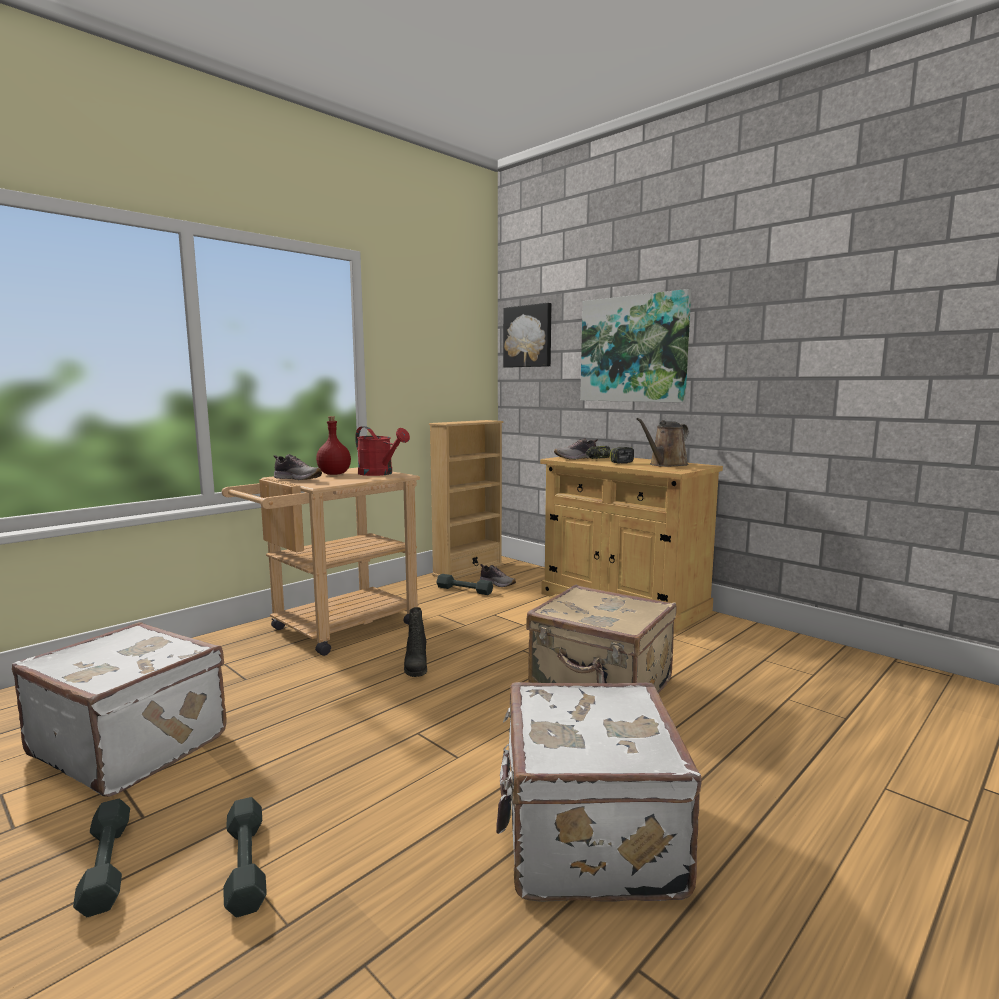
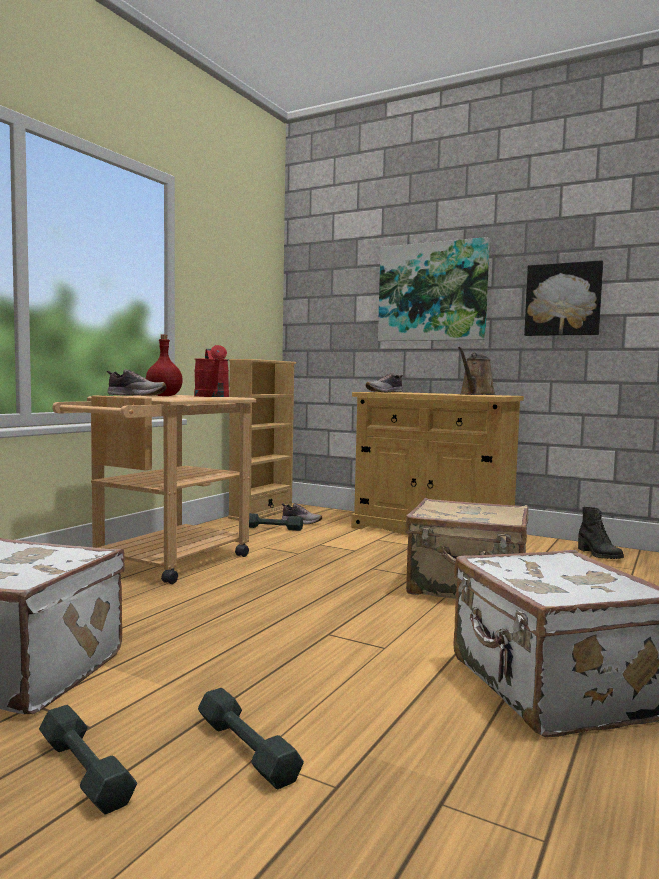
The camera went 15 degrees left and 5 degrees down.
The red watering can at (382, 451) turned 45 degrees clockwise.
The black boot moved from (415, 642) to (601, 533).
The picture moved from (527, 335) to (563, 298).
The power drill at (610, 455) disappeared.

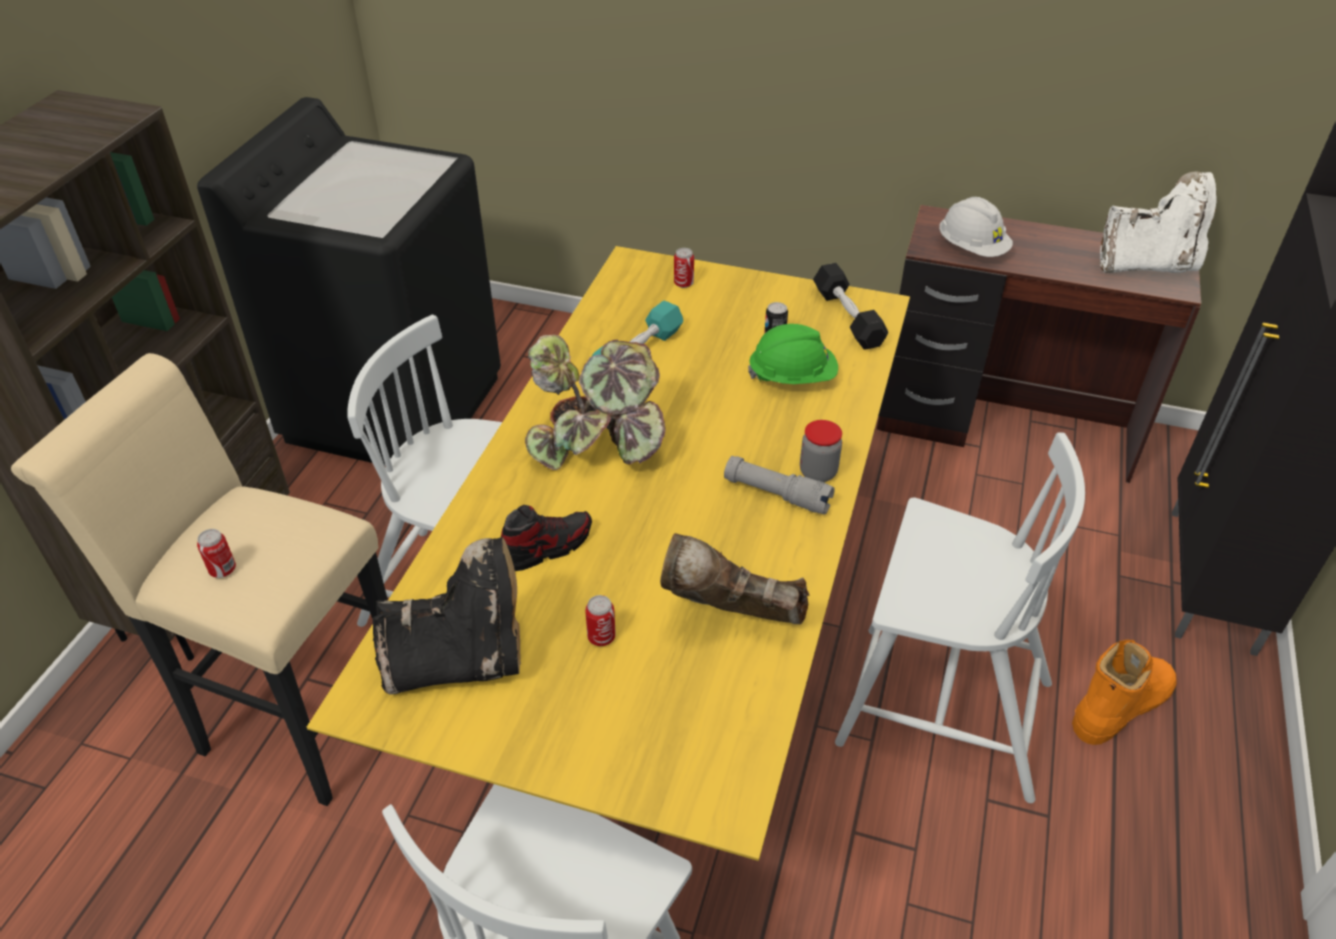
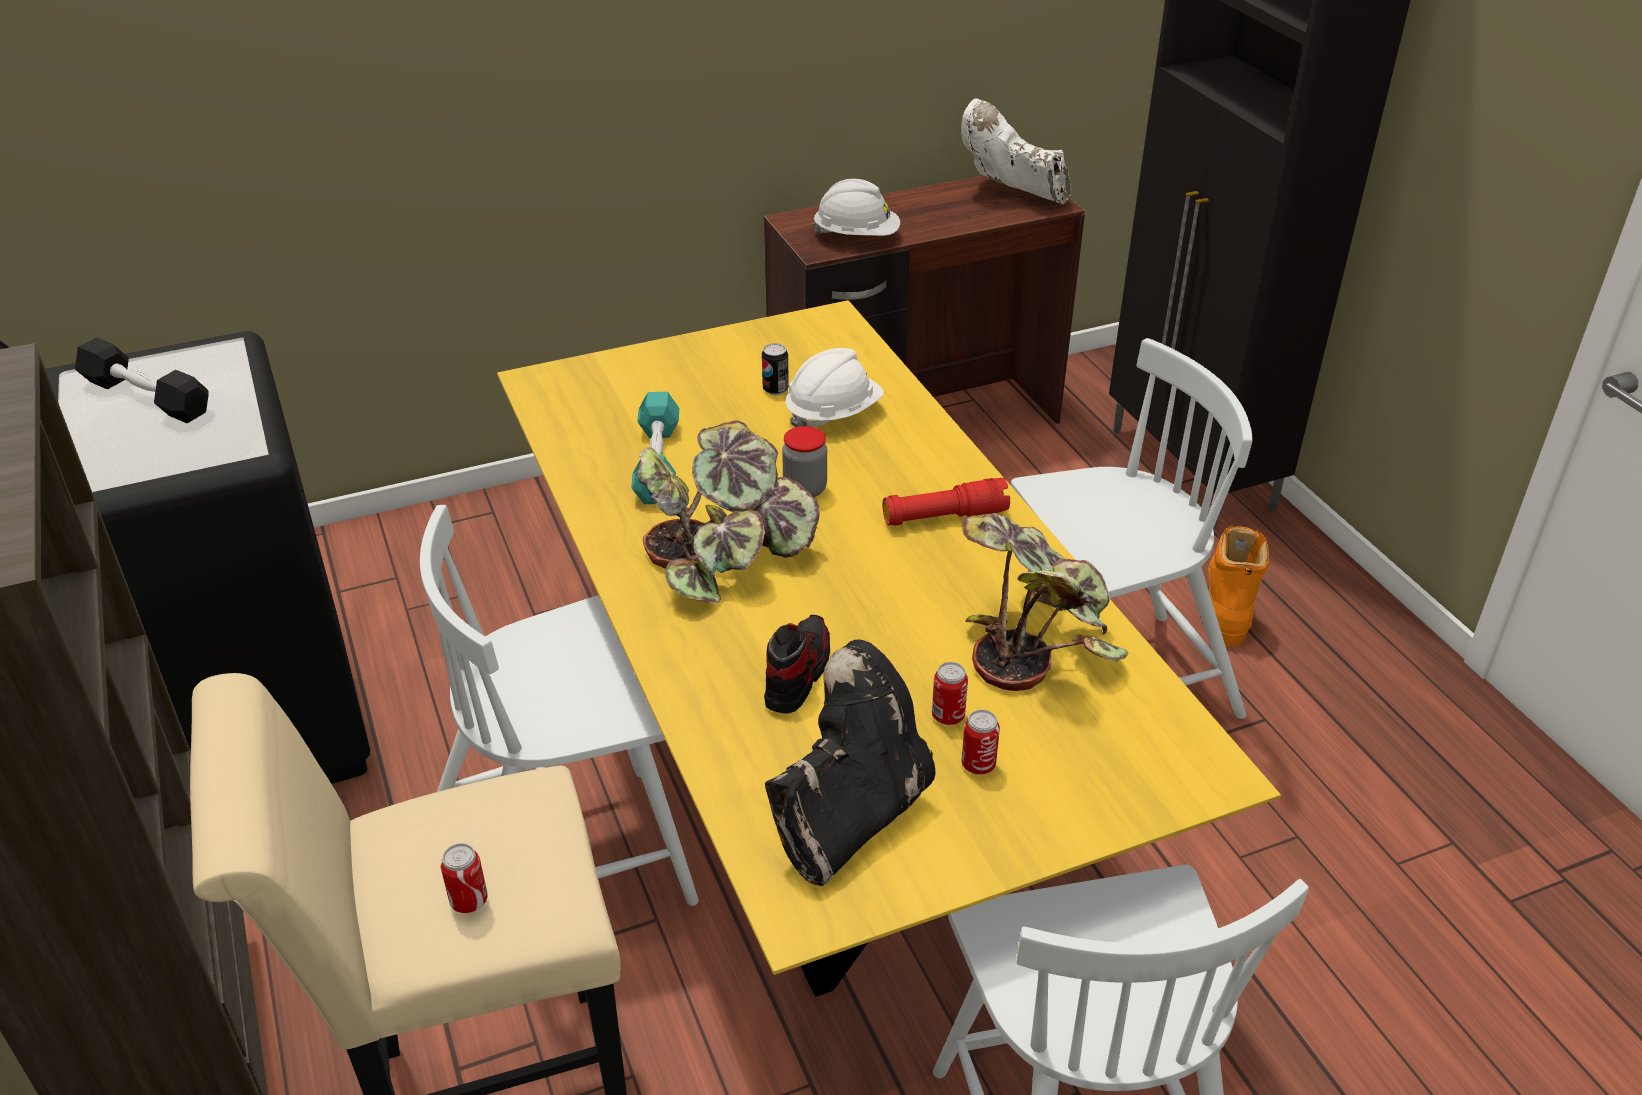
The camera went 40 degrees left and 5 degrees down.
The brown boot at (735, 579) was replaced by the potted plant at (1045, 602).
The can moved from (684, 268) to (981, 742).
The grey flashlight at (779, 485) became the red flashlight at (946, 502).
The green hard hat at (793, 354) became the white hard hat at (834, 387).
The jar moved from (821, 451) to (804, 461).
The black dumbbell moved from (850, 306) to (142, 380).
The white boot at (1158, 222) turned 105 degrees counterclockwise.

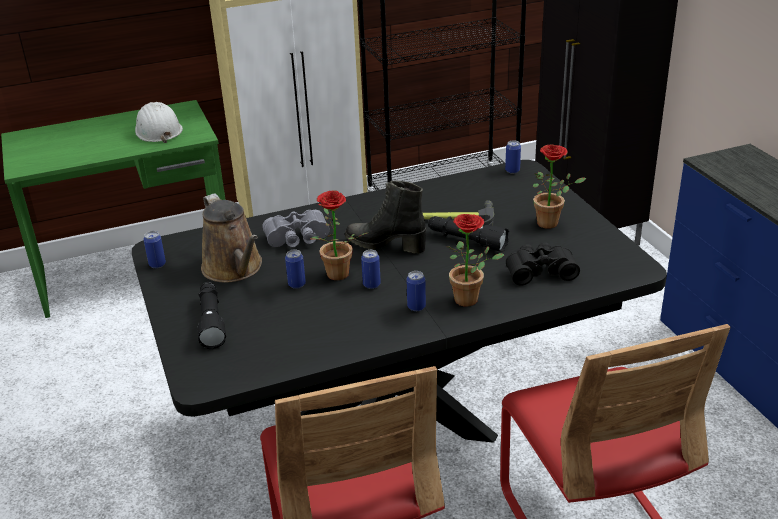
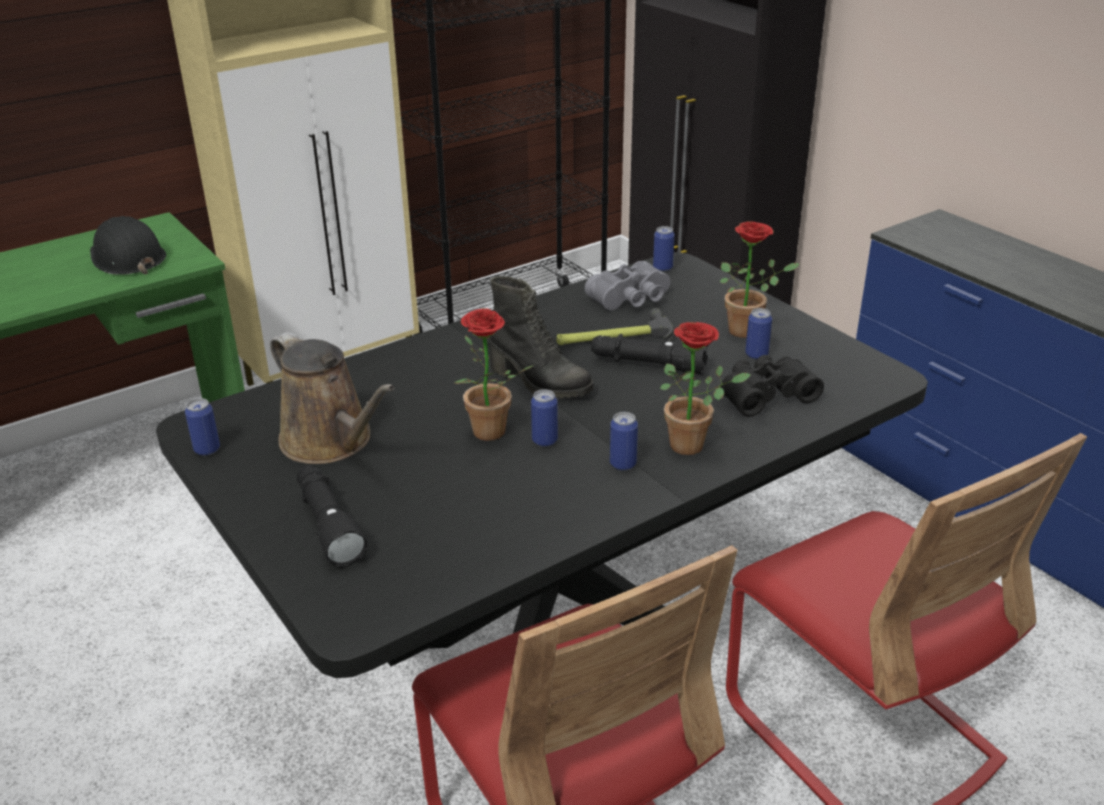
The camera went 15 degrees left and 0 degrees up.
The white hard hat at (159, 122) became the black hard hat at (128, 245).
The grey binoculars moved from (296, 228) to (627, 285).
The can moved from (295, 269) to (758, 333).
The black boot at (385, 217) turned 150 degrees counterclockwise.

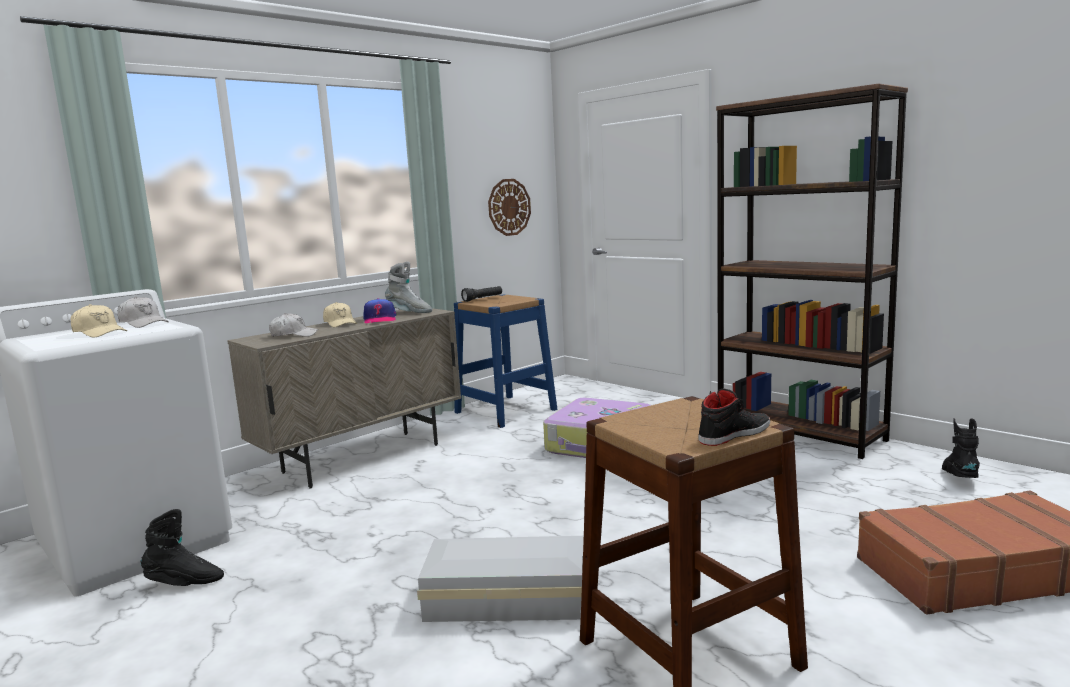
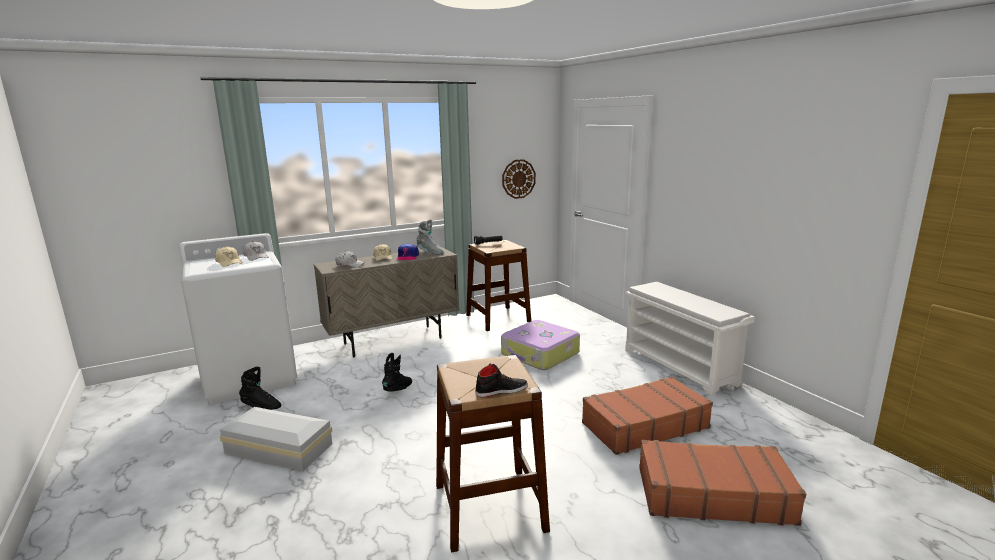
The camera went 15 degrees right and 5 degrees up.
The white storage box moved from (500, 579) to (276, 439).
The blue stool at (506, 361) became the brown stool at (498, 285).
The brown bookcase at (812, 271) was replaced by the white shoe rack at (690, 339).
The black boot moved from (961, 448) to (397, 372).
The brown suitcase at (647, 415) appeared.

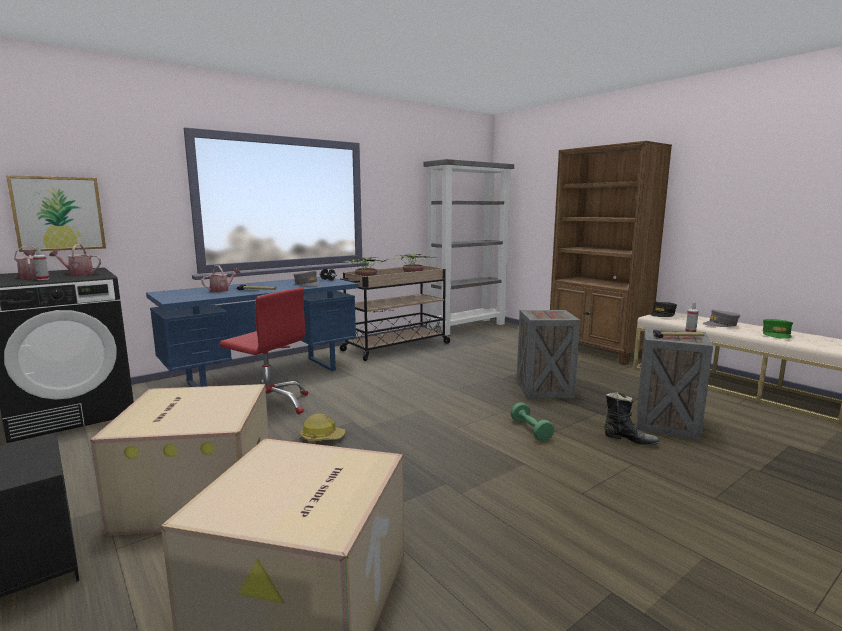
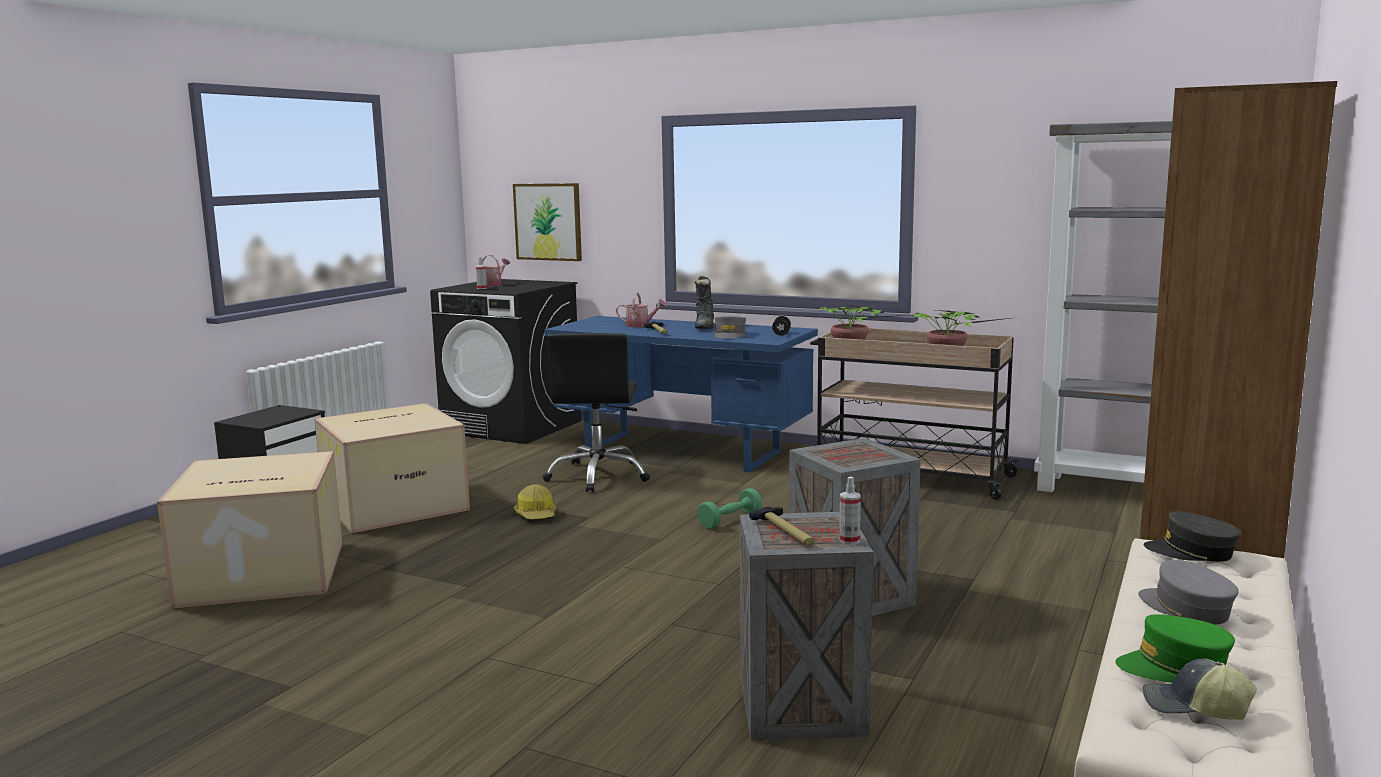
The camera went 65 degrees right and 0 degrees up.
The watering can at (75, 259) disappeared.
The red office chair at (263, 351) became the black office chair at (596, 412).
The green dumbbell moved from (532, 422) to (729, 508).
The black boot moved from (632, 418) to (704, 302).
The cap at (1199, 689) appeared.

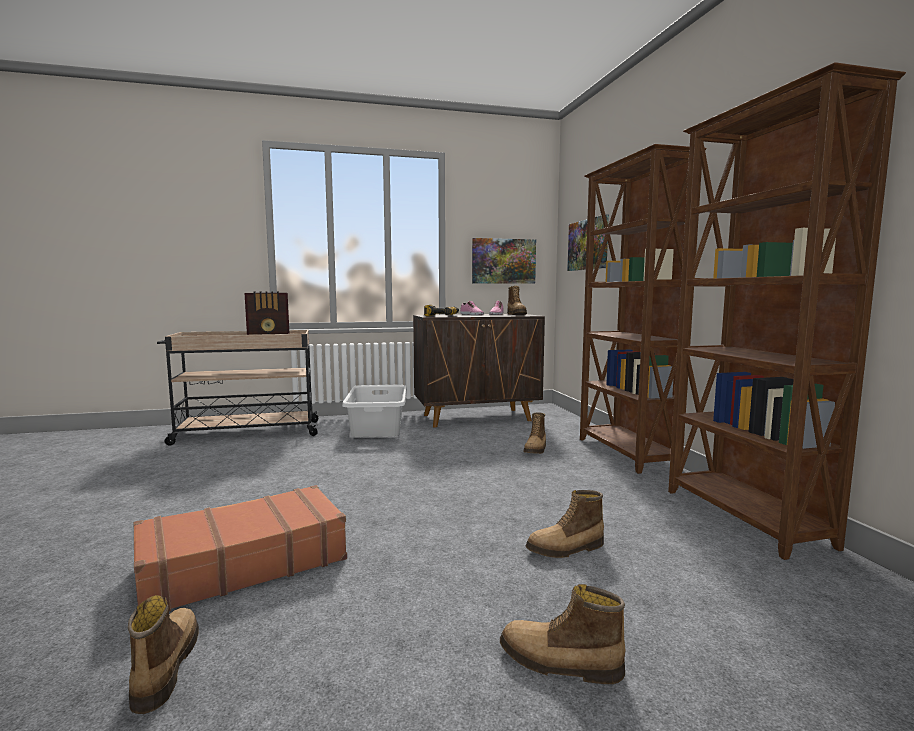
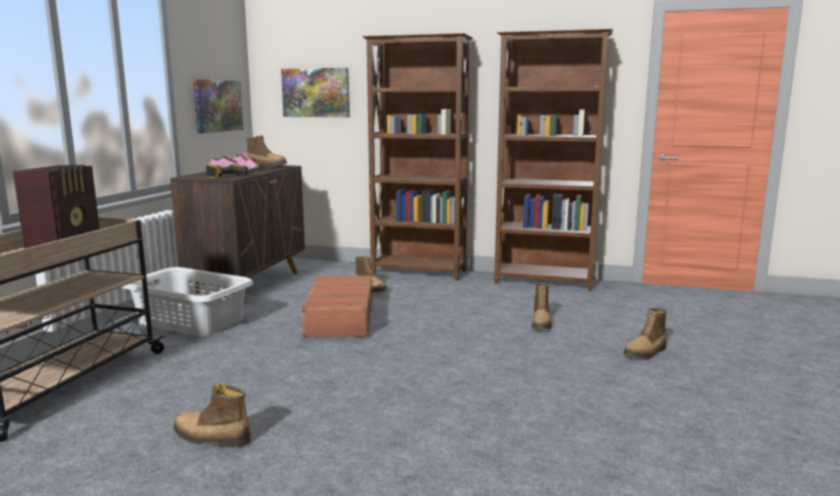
The camera went 60 degrees left and 5 degrees up.
The boot moved from (163, 654) to (212, 416).
The brown suitcase moved from (240, 548) to (335, 306).

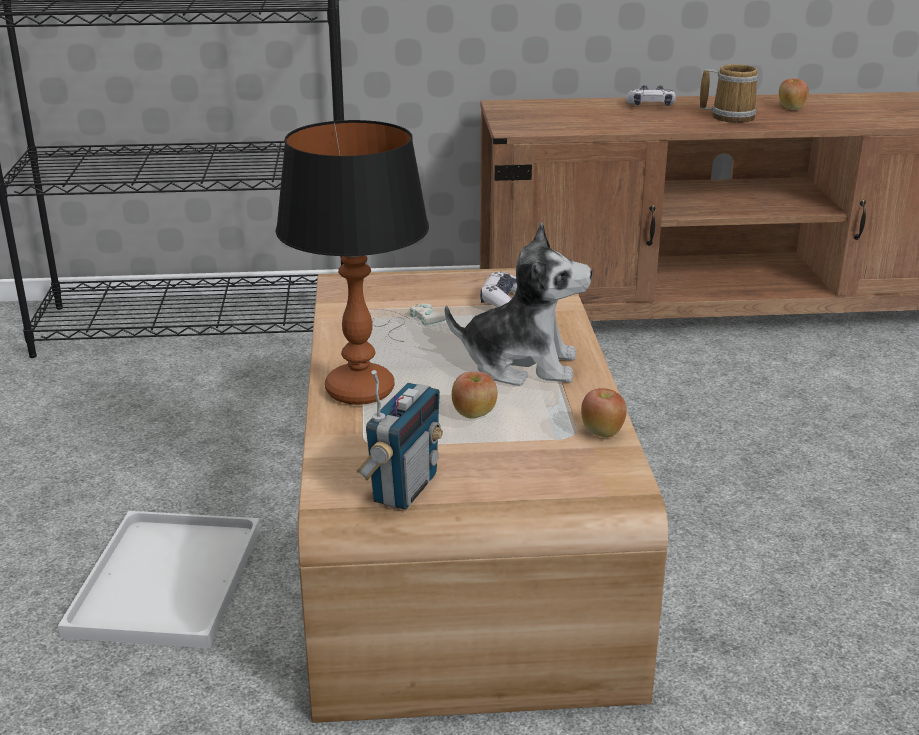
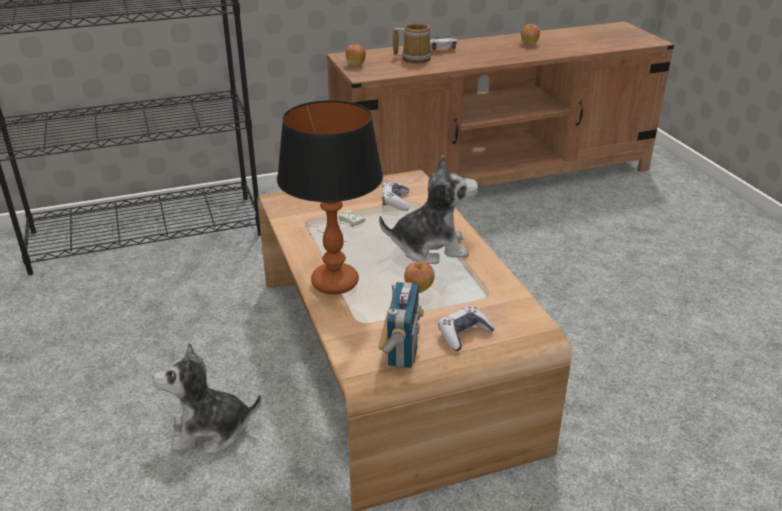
The camera went 15 degrees left and 5 degrees up.
The white tray at (159, 579) was replaced by the plush toy at (206, 399).
The apple moved from (604, 413) to (356, 55).
The mug moved from (729, 93) to (412, 43).
The game controller at (466, 328) appeared.

